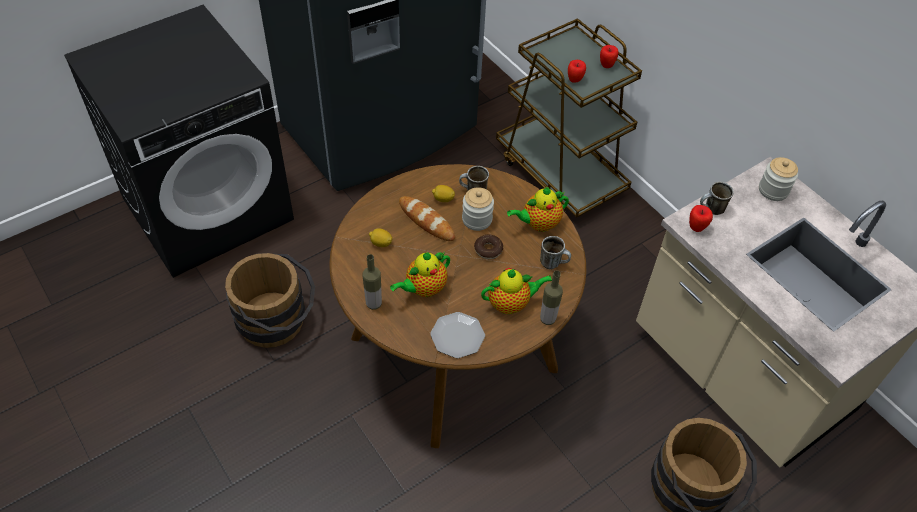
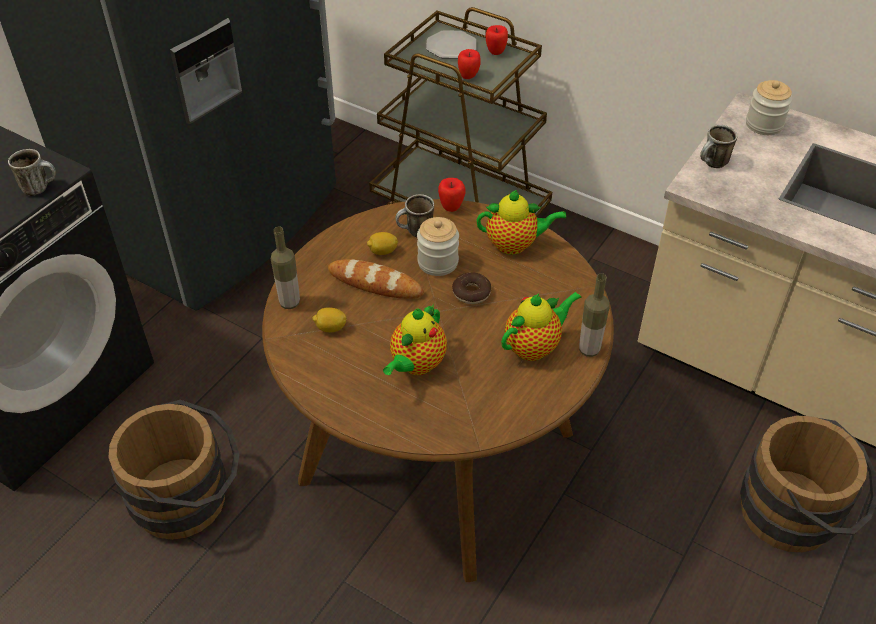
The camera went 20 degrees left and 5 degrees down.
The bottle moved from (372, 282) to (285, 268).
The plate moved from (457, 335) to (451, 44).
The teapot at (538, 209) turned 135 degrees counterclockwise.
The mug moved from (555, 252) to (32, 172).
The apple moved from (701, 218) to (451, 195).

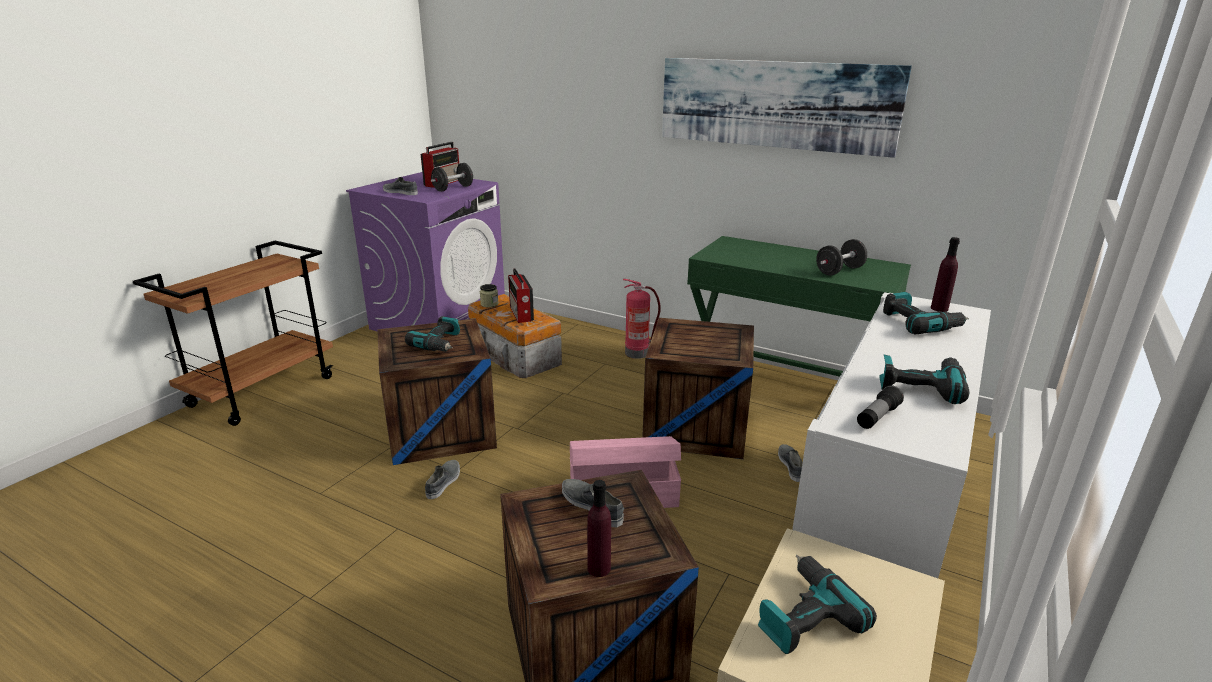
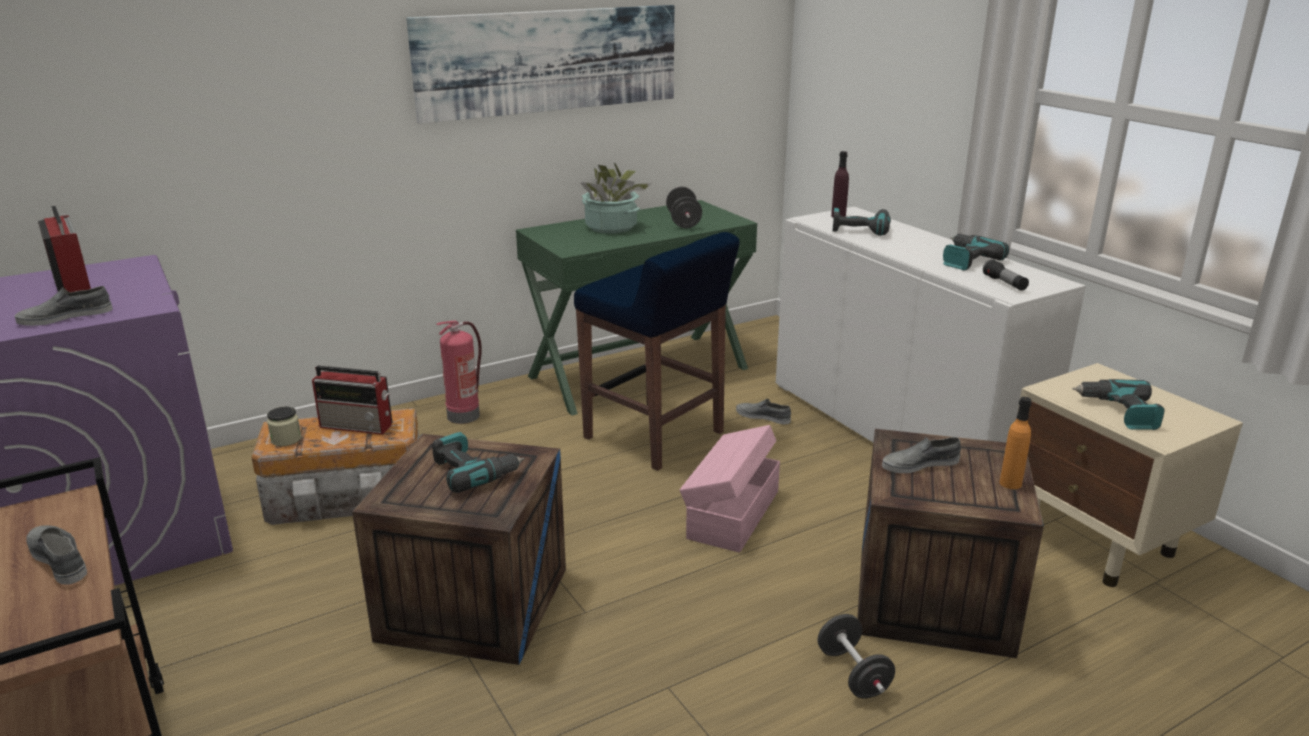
The camera went 60 degrees left and 0 degrees up.
The grey shoe moved from (442, 479) to (56, 554).
The black dumbbell moved from (452, 177) to (856, 656).
The purple bottle at (599, 528) became the orange bottle at (1016, 443).
The crate at (698, 388) was replaced by the blue stool at (657, 351).
The potted plant at (616, 197) appeared.

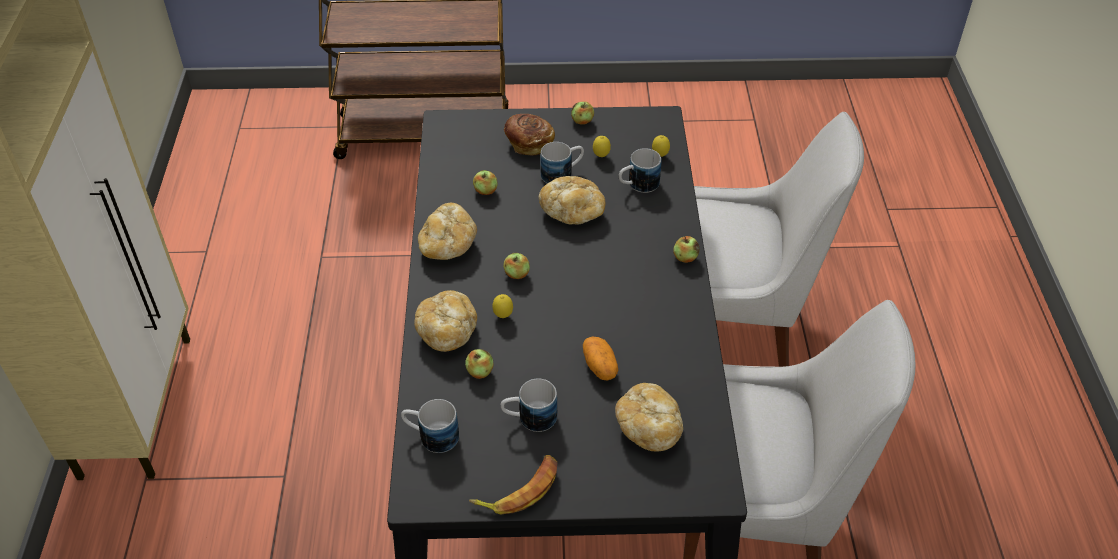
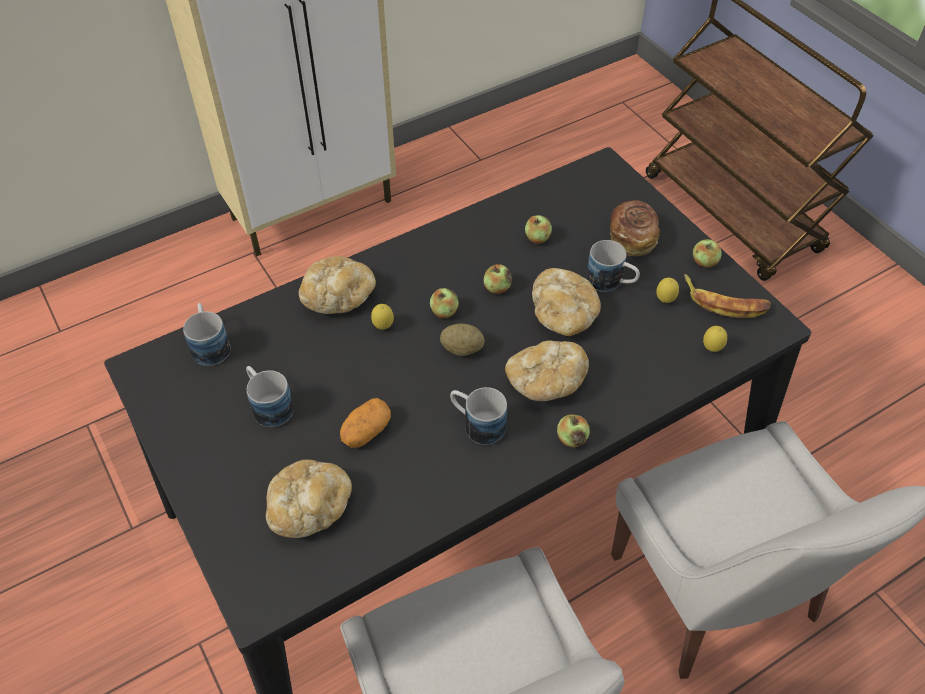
The camera went 60 degrees right and 5 degrees up.
The bread moved from (447, 231) to (547, 371).
The apple moved from (479, 364) to (498, 279).
The banana moved from (513, 485) to (727, 296).
The mug moved from (640, 170) to (478, 416).
The potato at (462, 339) appeared.

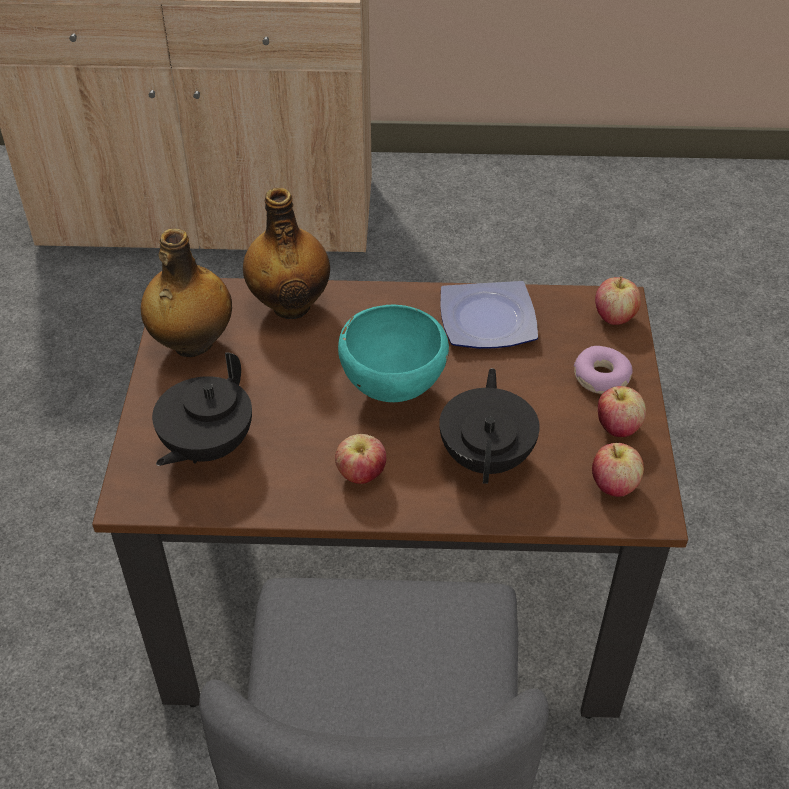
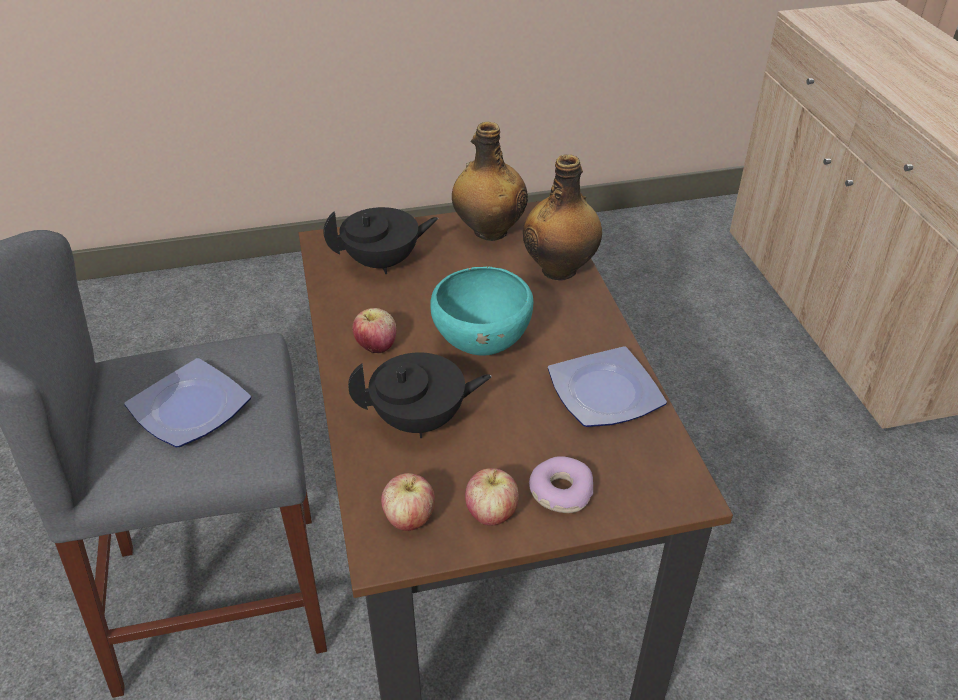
The camera went 75 degrees right and 5 degrees down.
The black teapot at (202, 409) turned 150 degrees clockwise.
The apple at (618, 300) disappeared.
The plate at (187, 402) appeared.

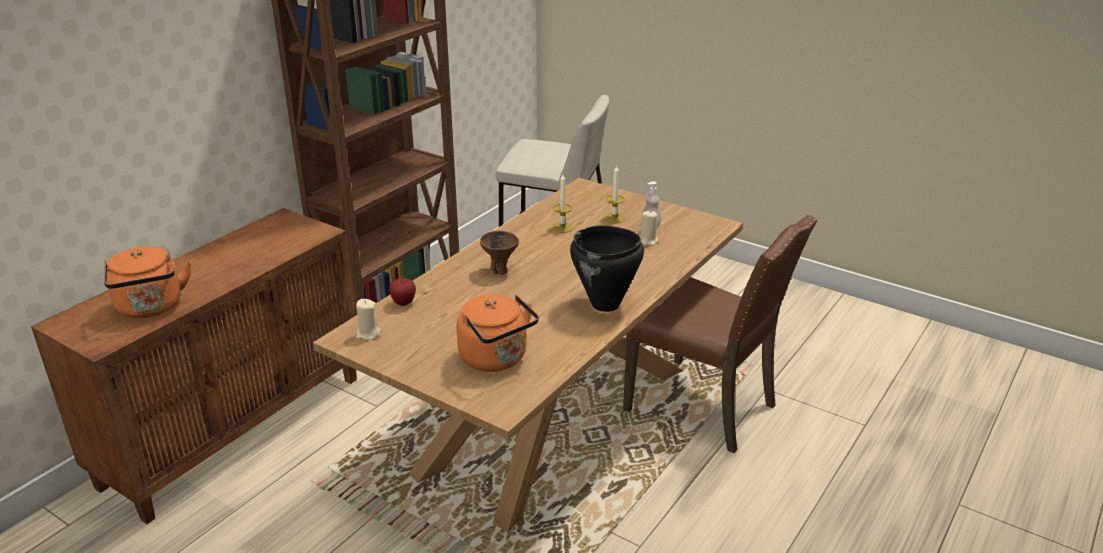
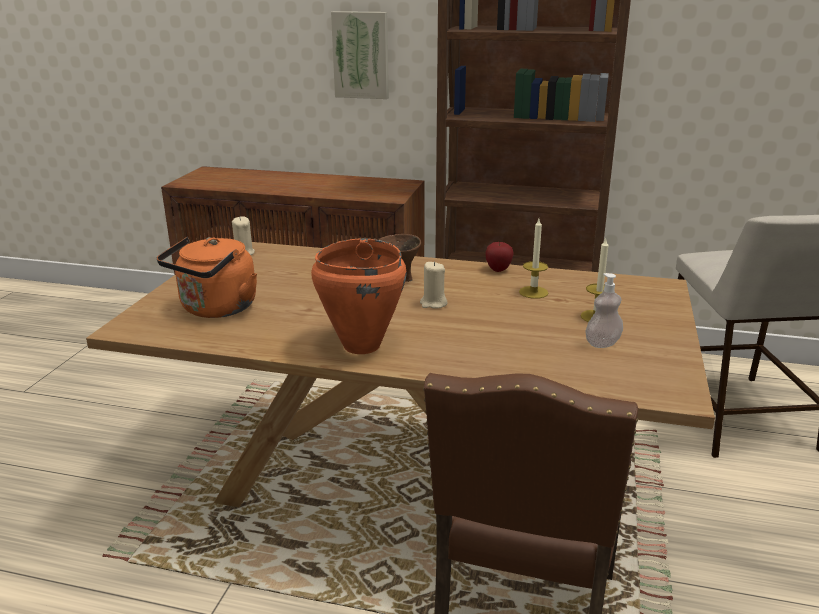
The camera went 70 degrees right and 5 degrees down.
The orange kettle at (147, 282) disappeared.
The apple moved from (402, 292) to (499, 257).
The black cooking pot at (607, 269) became the orange cooking pot at (359, 296).
The beige candle moved from (649, 228) to (433, 285).
The picture at (360, 55) appeared.

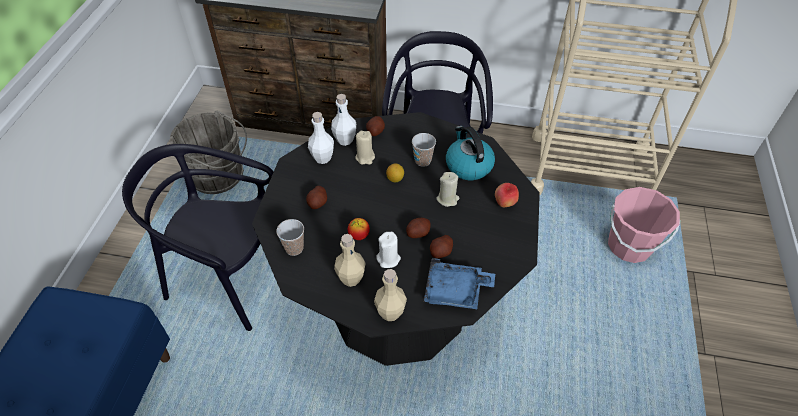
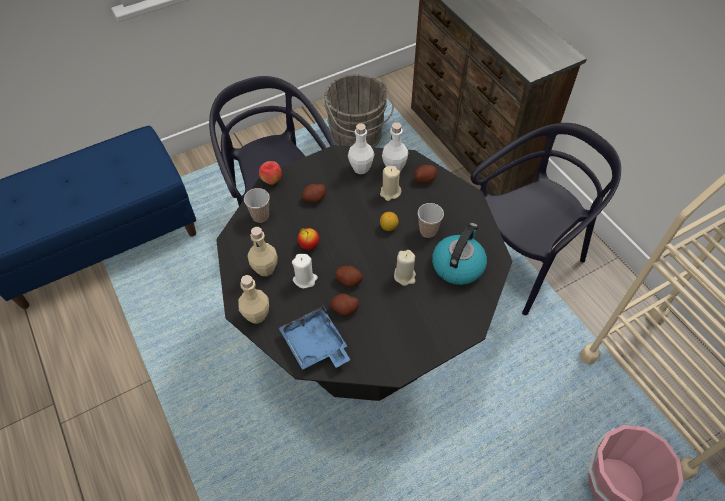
The camera went 50 degrees right and 5 degrees up.
The apple moved from (507, 195) to (270, 173).

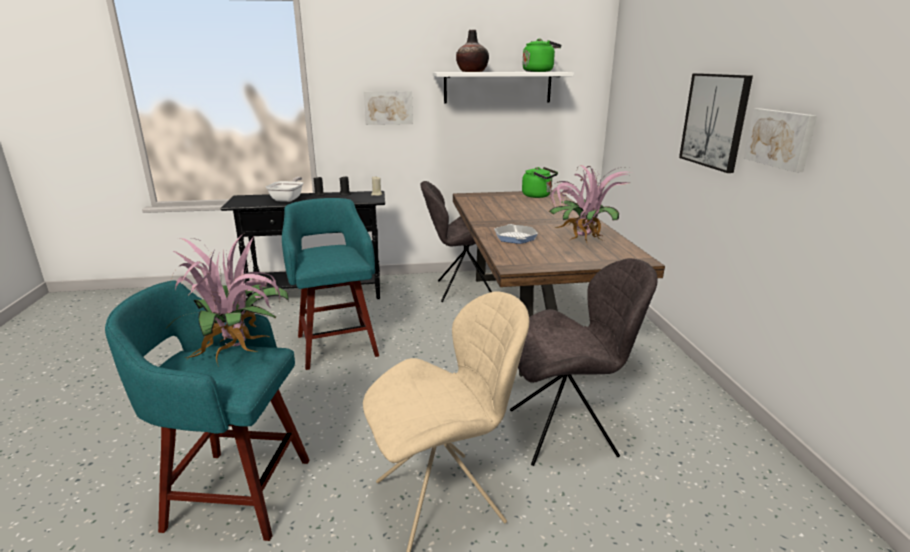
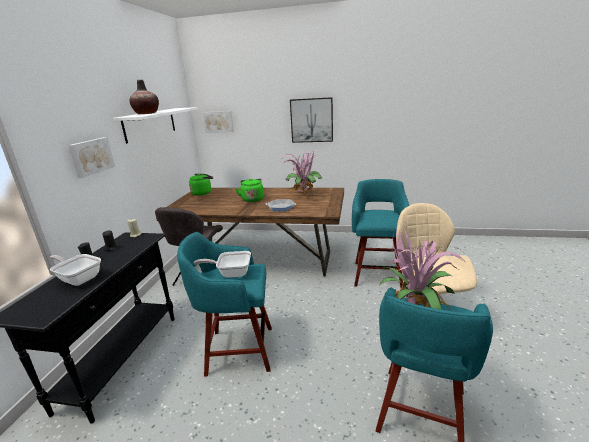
The camera went 70 degrees left and 0 degrees up.
The grey chair at (584, 362) was replaced by the turquoise stool at (380, 233).
The green kettle moved from (541, 55) to (249, 190).
The picture moved from (780, 140) to (218, 122).
The frying pan at (222, 264) appeared.

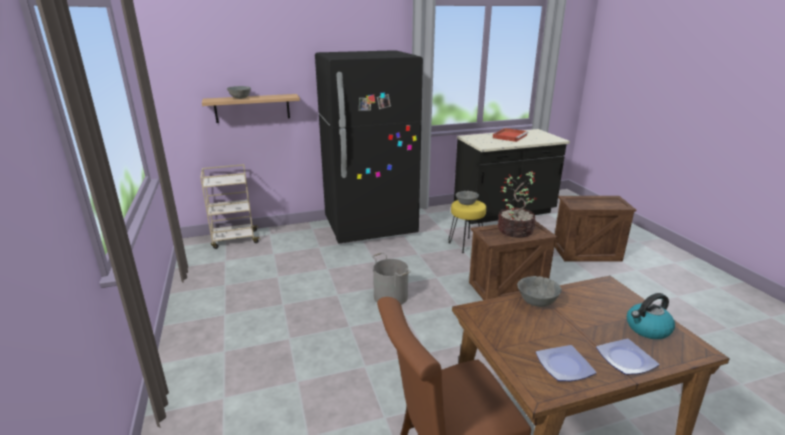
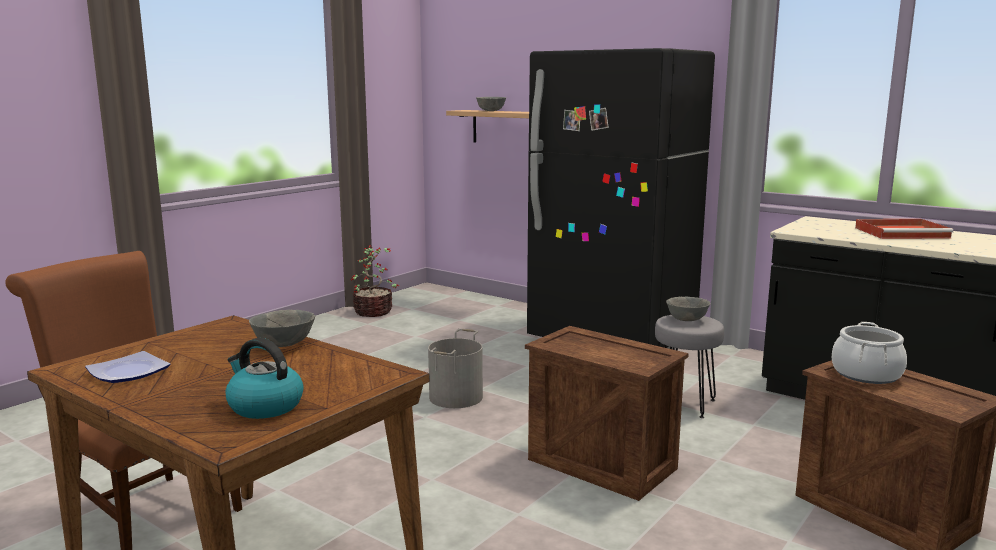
The camera went 55 degrees right and 10 degrees down.
The beige cart at (230, 206) disappeared.
The yellow stool at (467, 226) became the grey stool at (689, 366).
The potted plant moved from (517, 204) to (375, 281).
The plate at (627, 357) disappeared.
The cooking pot at (869, 353) appeared.

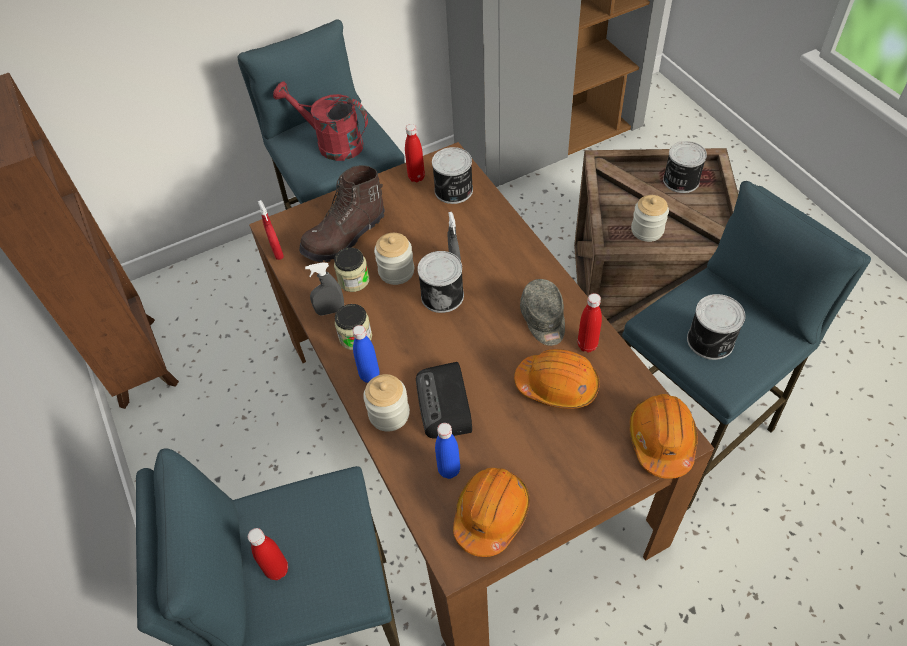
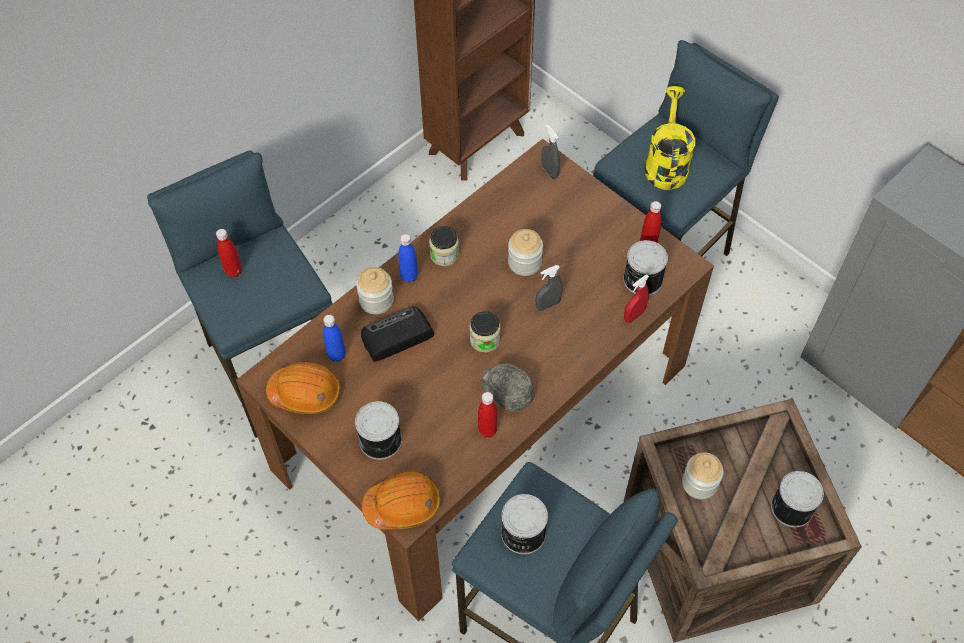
The camera went 70 degrees right and 5 degrees up.
The red spray bottle moved from (271, 230) to (636, 299).
The red watering can at (320, 121) became the yellow watering can at (670, 138).
The brown boot at (342, 213) disappeared.
The grey spray bottle moved from (324, 288) to (550, 151).
The jar moved from (352, 269) to (485, 331).
The can moved from (440, 282) to (378, 430).
The orange hard hat at (557, 379) disappeared.
The grey cap at (542, 312) turned 75 degrees clockwise.

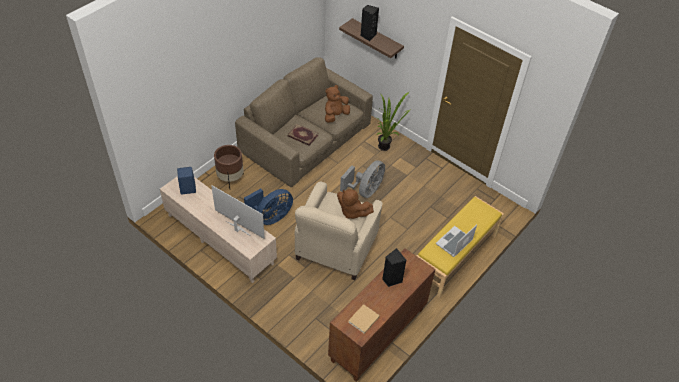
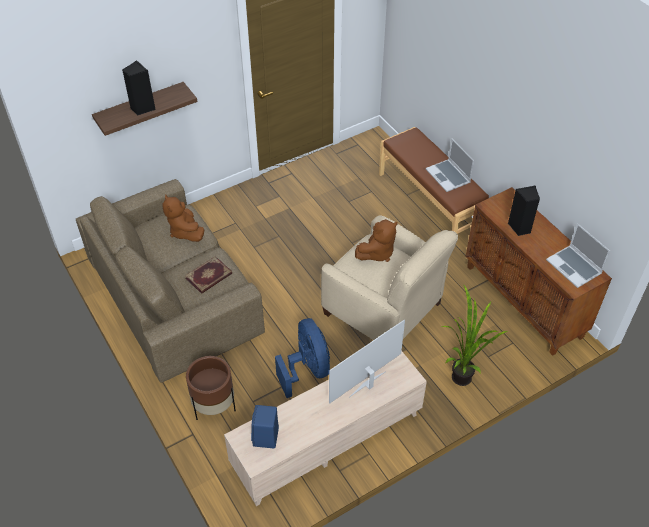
The camera went 70 degrees left and 0 degrees up.
The grey fan at (362, 179) disappeared.
The beige book at (364, 319) was replaced by the laptop at (578, 255).
The potted plant moved from (394, 121) to (474, 335).
The yellow bench at (460, 247) became the brown bench at (434, 187).

